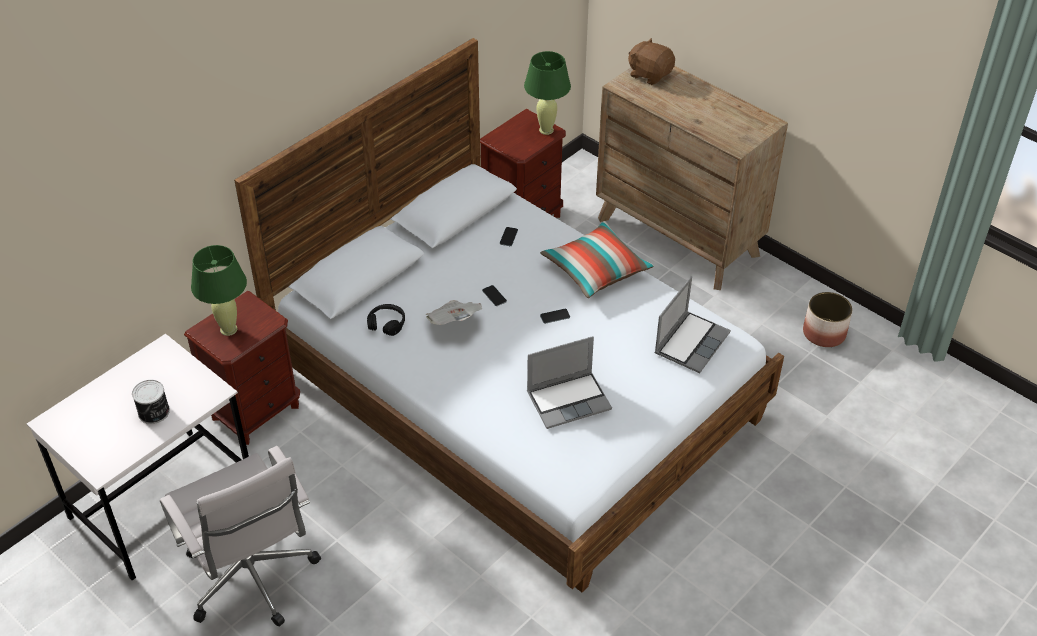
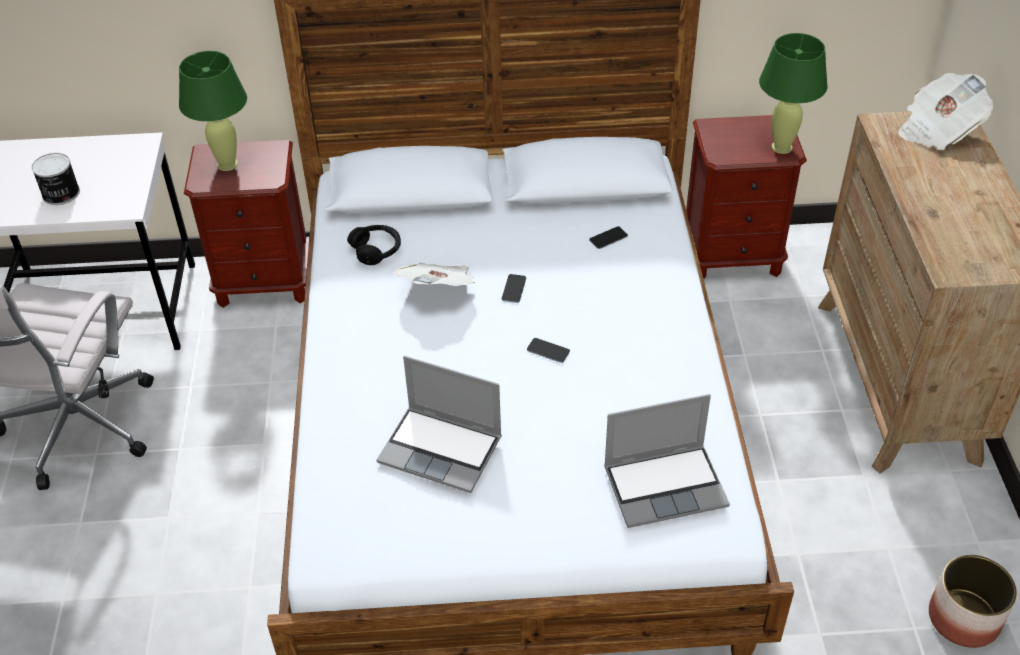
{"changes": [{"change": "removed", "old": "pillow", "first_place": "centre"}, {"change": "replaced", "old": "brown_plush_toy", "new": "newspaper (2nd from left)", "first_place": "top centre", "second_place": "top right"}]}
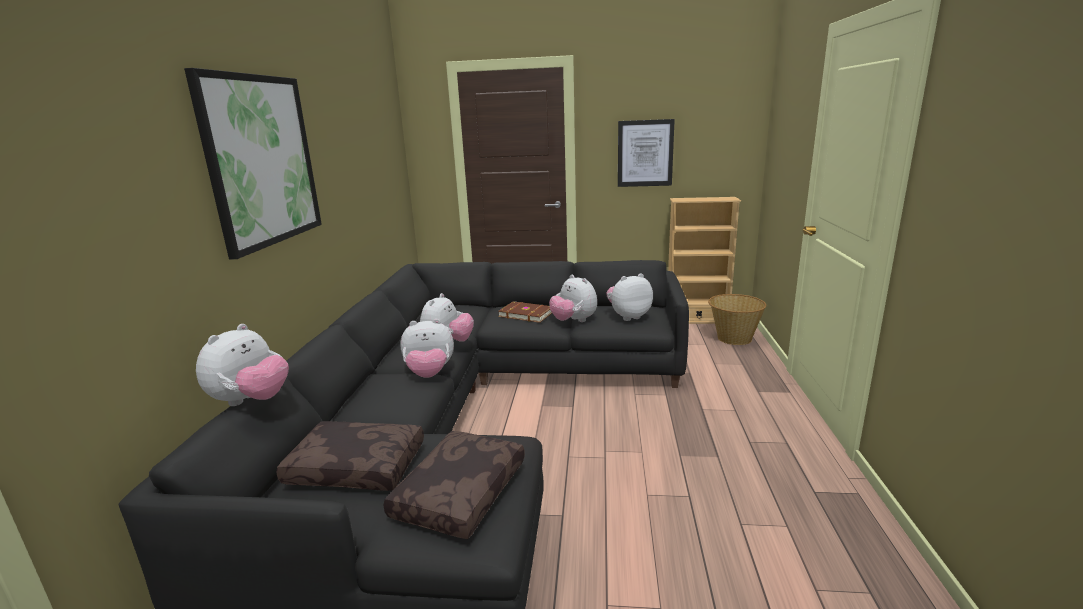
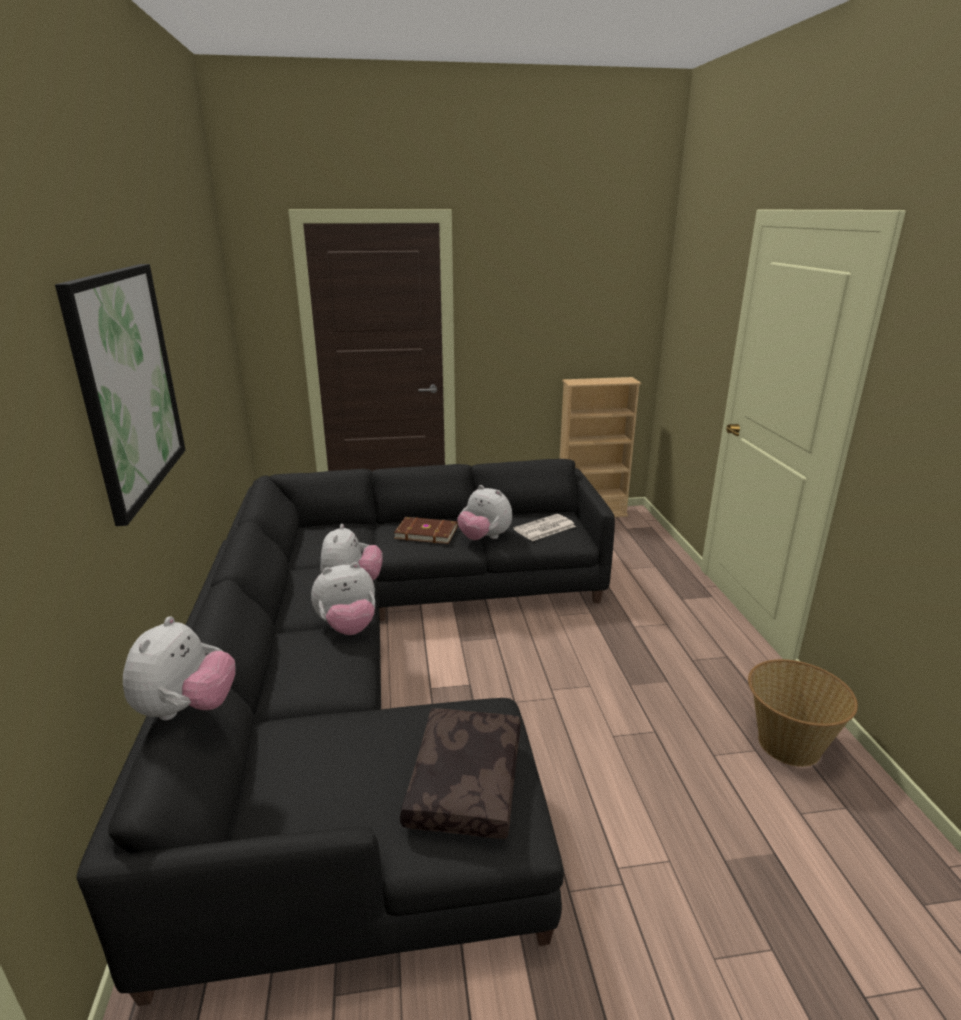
{"changes": [{"change": "removed", "old": "brown_pillow (1st from left)", "first_place": "bottom left"}, {"change": "replaced", "old": "plush_toy (5th from left)", "new": "newspaper", "first_place": "centre", "second_place": "centre"}, {"change": "removed", "old": "picture (2nd from left)", "first_place": "top centre"}, {"change": "moved", "old": "basket", "first_place": "middle right", "second_place": "bottom right"}]}
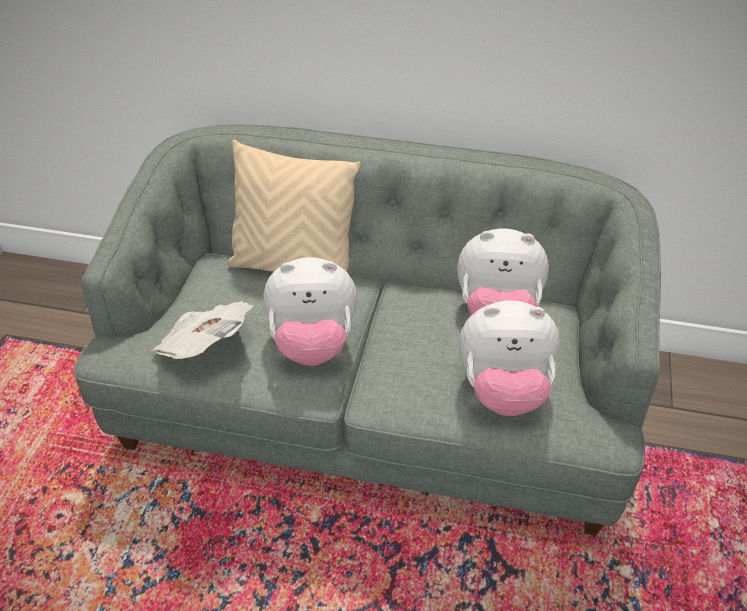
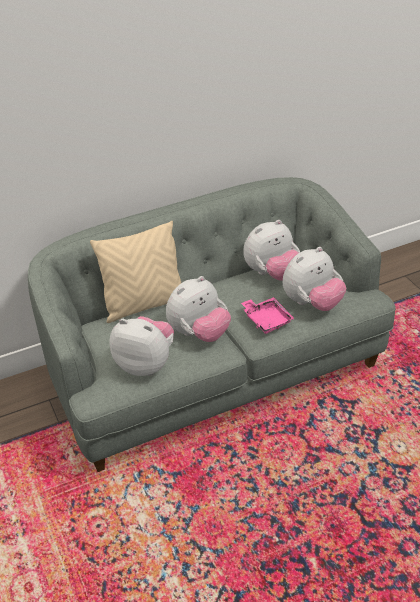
{"changes": [{"change": "replaced", "old": "newspaper", "new": "plush_toy (1st from left)", "first_place": "middle left", "second_place": "centre"}, {"change": "added", "new": "pink_tray", "second_place": "centre"}]}
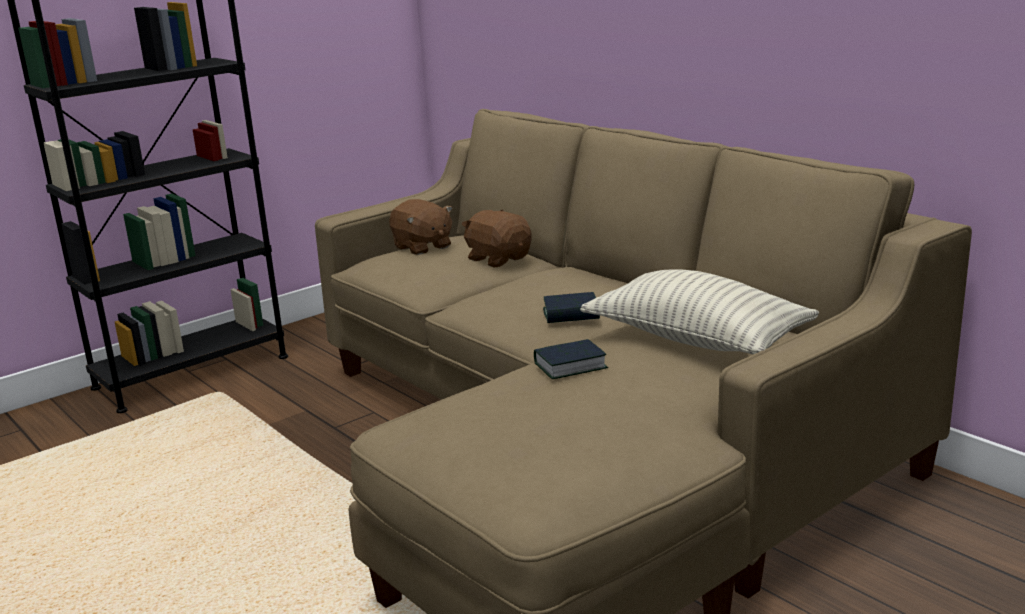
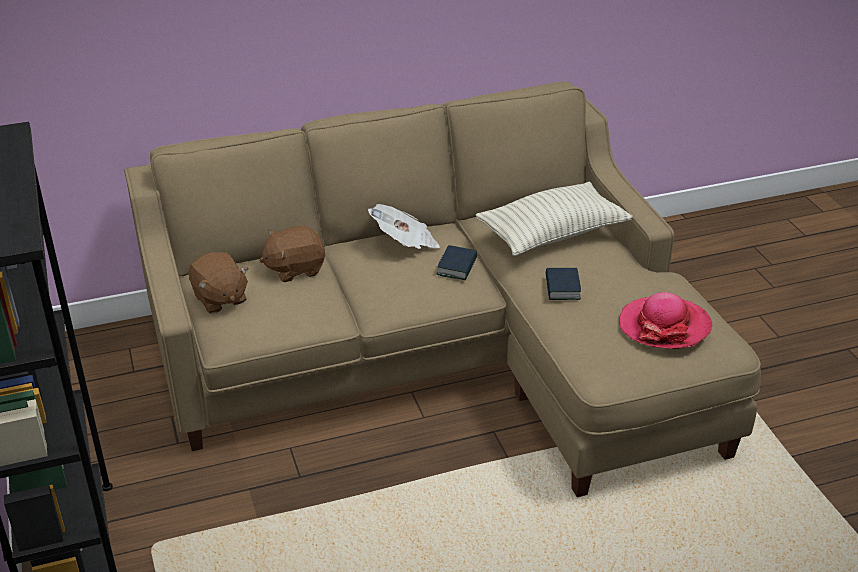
{"changes": [{"change": "turned", "old": "brown_plush_toy (1st from left)", "first_place": "centre", "second_place": "middle left", "degrees": 75}, {"change": "added", "new": "newspaper", "second_place": "centre"}, {"change": "added", "new": "hat", "second_place": "middle right"}]}
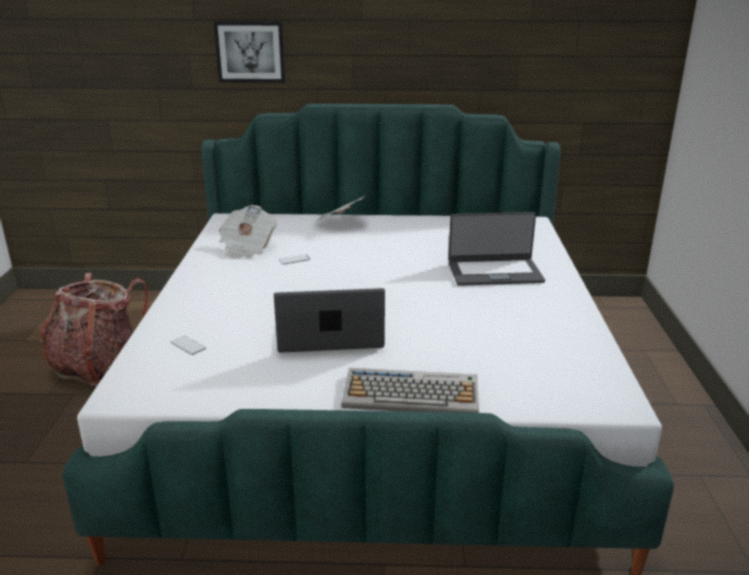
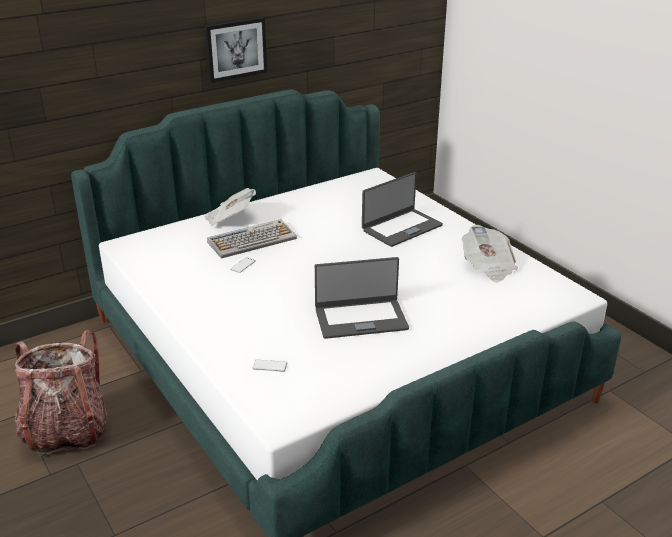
{"changes": [{"change": "moved", "old": "picture", "first_place": "top left", "second_place": "top centre"}, {"change": "moved", "old": "newspaper (1st from left in the first image)", "new": "newspaper (2nd from left)", "first_place": "middle left", "second_place": "middle right"}, {"change": "turned", "old": "laptop (1st from left)", "first_place": "centre", "second_place": "centre", "degrees": -150}, {"change": "moved", "old": "keyboard", "first_place": "bottom centre", "second_place": "centre"}]}
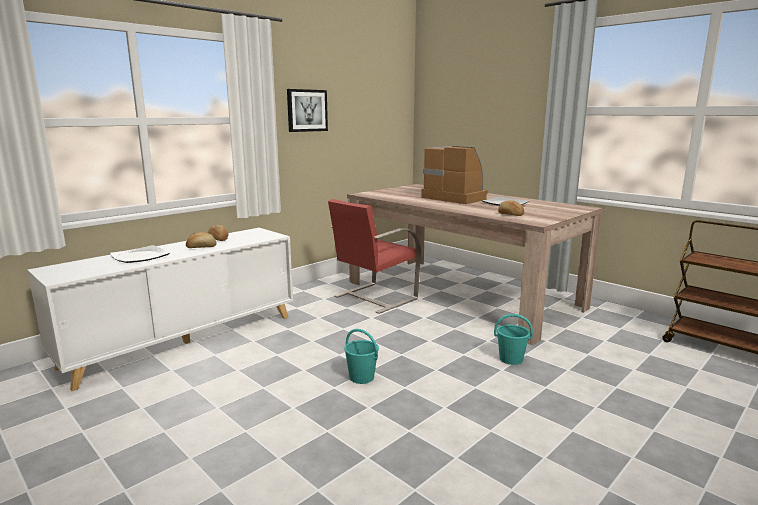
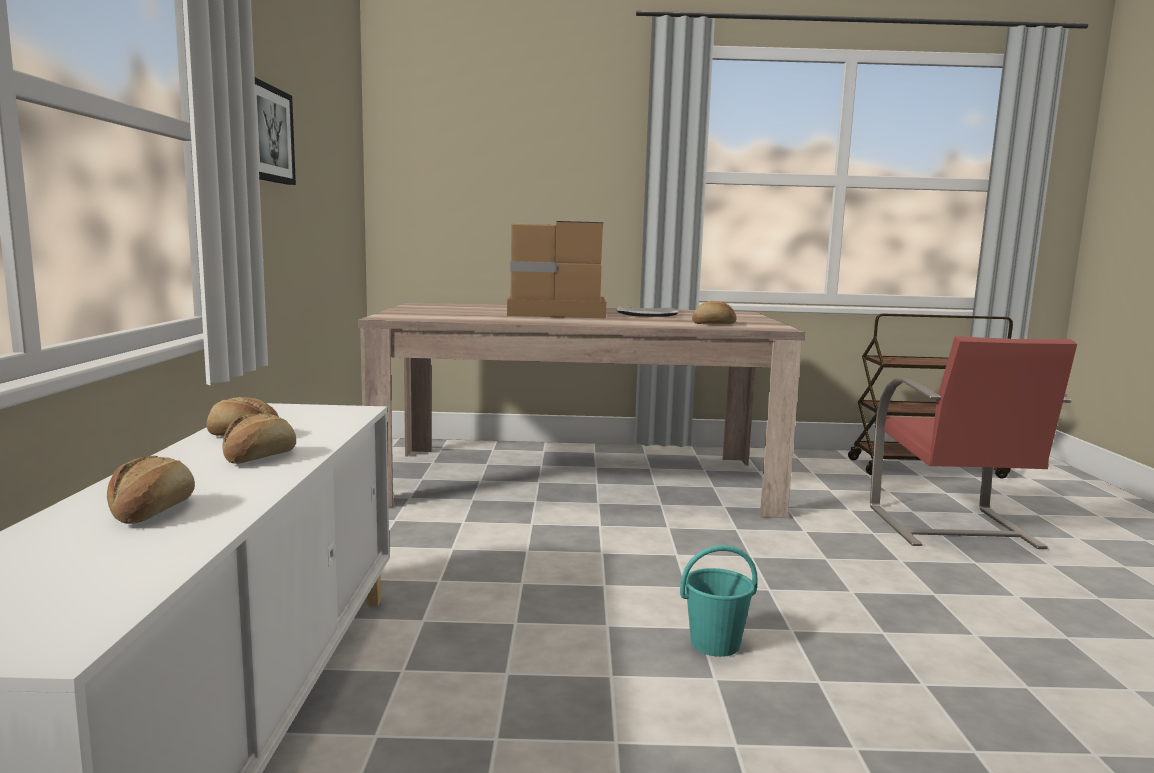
{"changes": [{"change": "replaced", "old": "plate (1st from left)", "new": "bread (1st from left)", "first_place": "middle left", "second_place": "middle left"}, {"change": "moved", "old": "red_chair", "first_place": "centre", "second_place": "middle right"}, {"change": "removed", "old": "turquoise_bucket (2nd from left)", "first_place": "bottom right"}]}
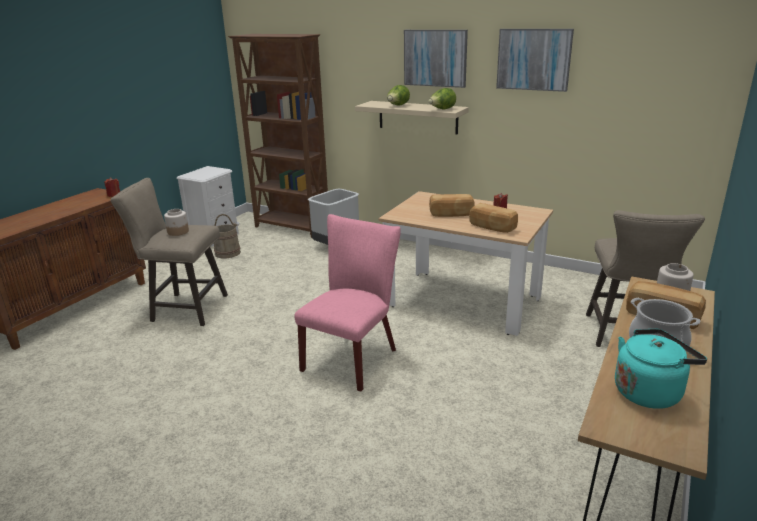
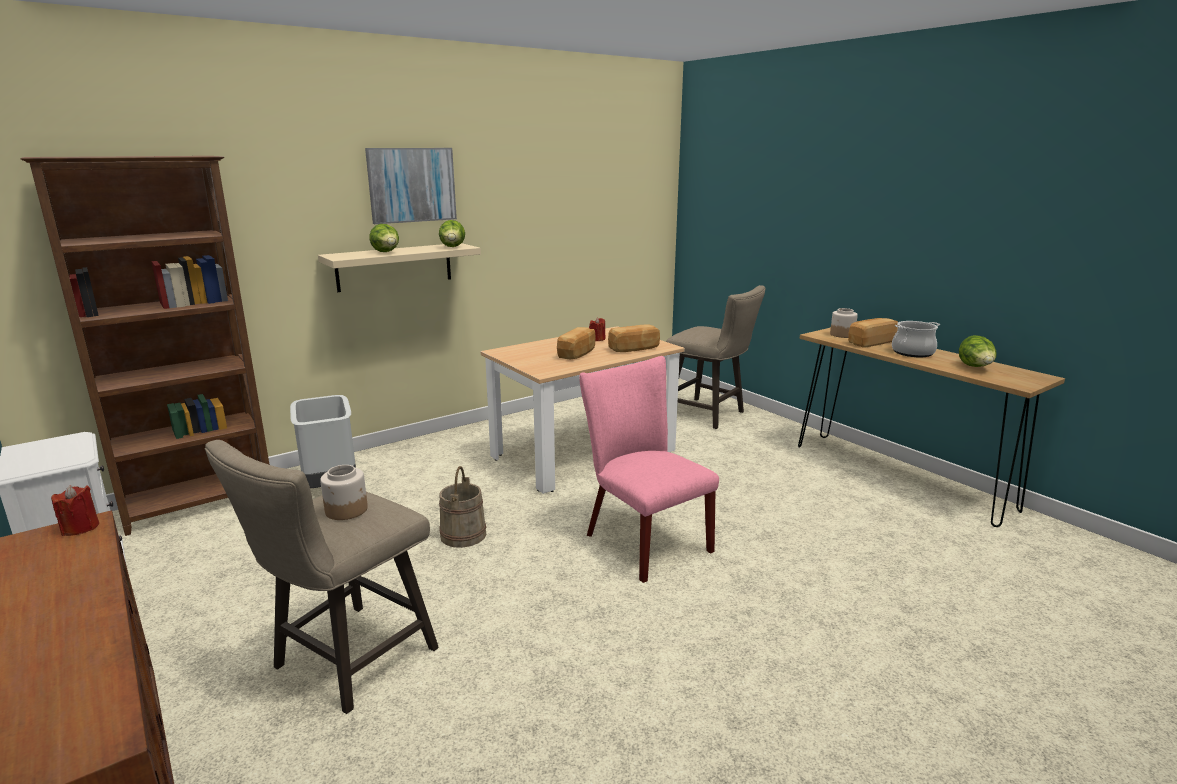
{"changes": [{"change": "moved", "old": "beige_bucket", "first_place": "middle left", "second_place": "centre"}, {"change": "removed", "old": "picture (2nd from left)", "first_place": "top right"}, {"change": "replaced", "old": "turquoise_kettle", "new": "lettuce (3rd from left)", "first_place": "bottom right", "second_place": "middle right"}]}
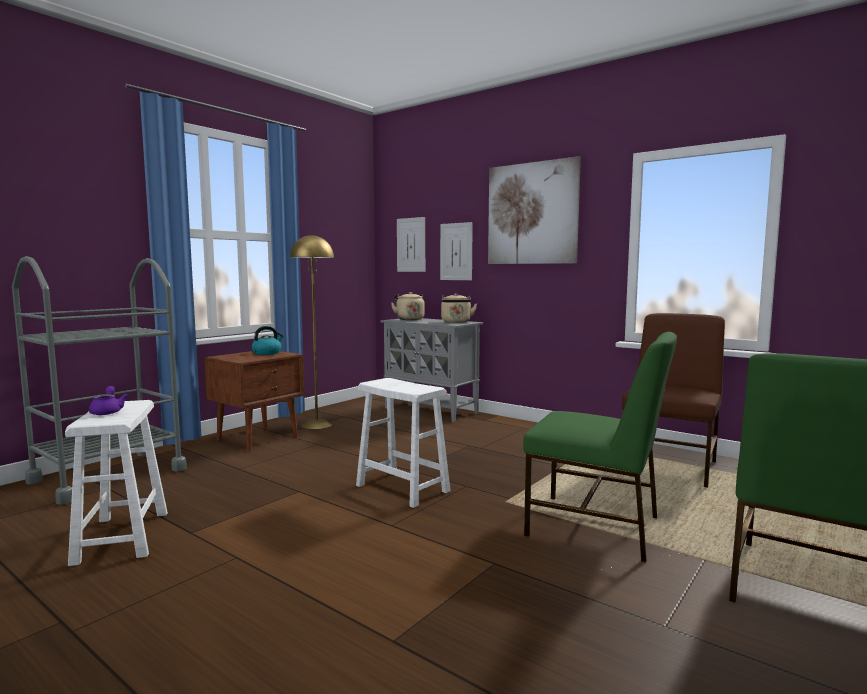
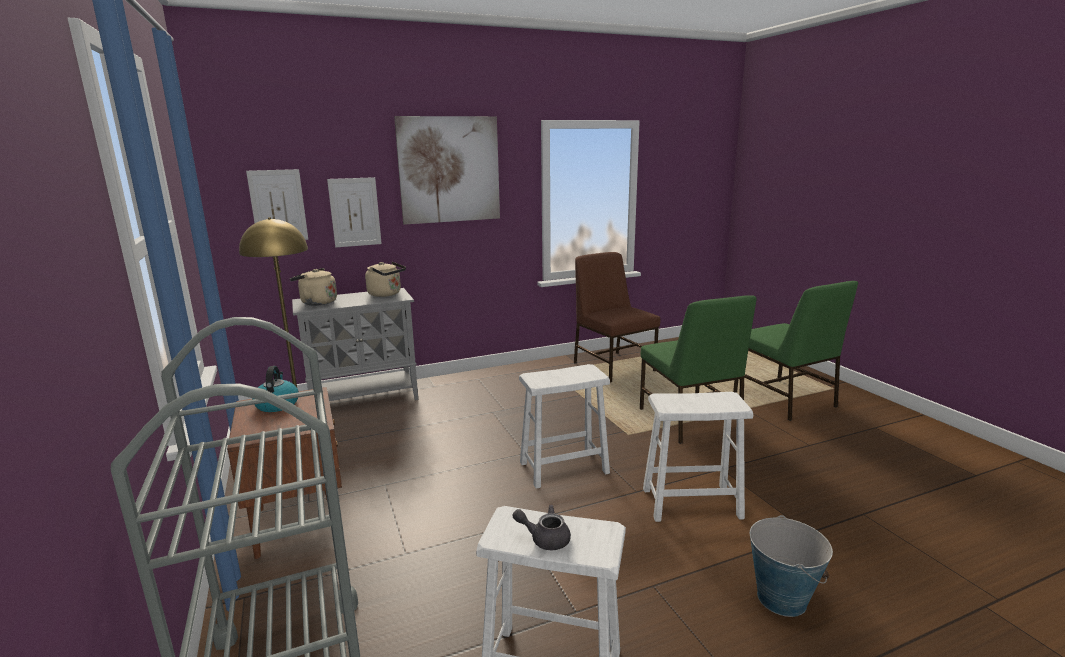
{"changes": [{"change": "recoloured", "old": "purple_teapot", "new": "grey_teapot", "first_place": "middle left", "second_place": "bottom centre"}, {"change": "turned", "old": "green_chair (1st from left)", "first_place": "middle right", "second_place": "centre", "degrees": 105}, {"change": "added", "new": "white_stool (3rd from left)", "second_place": "bottom centre"}, {"change": "added", "new": "bucket", "second_place": "bottom right"}]}
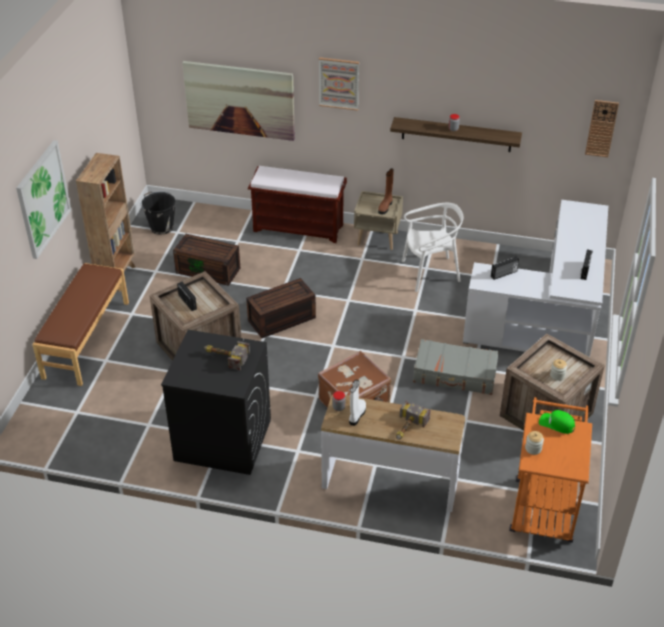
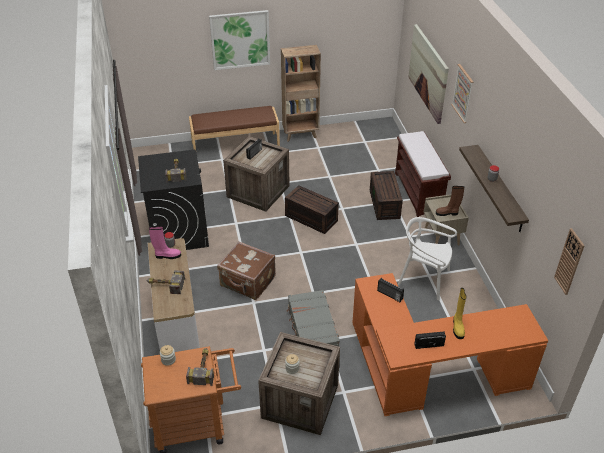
{"changes": [{"change": "removed", "old": "black_bucket", "first_place": "middle left"}, {"change": "moved", "old": "brown_storage_box (1st from left in the first image)", "new": "brown_storage_box (2nd from left)", "first_place": "middle left", "second_place": "centre"}, {"change": "recoloured", "old": "white_boot", "new": "pink_boot", "first_place": "centre", "second_place": "middle left"}, {"change": "turned", "old": "white_chair", "first_place": "centre", "second_place": "middle right", "degrees": 150}, {"change": "recoloured", "old": "white_desk", "new": "orange_desk", "first_place": "middle right", "second_place": "bottom right"}, {"change": "replaced", "old": "green_cap", "new": "hammer (3rd from left)", "first_place": "bottom right", "second_place": "bottom left"}, {"change": "added", "new": "yellow_boot", "second_place": "bottom right"}]}
